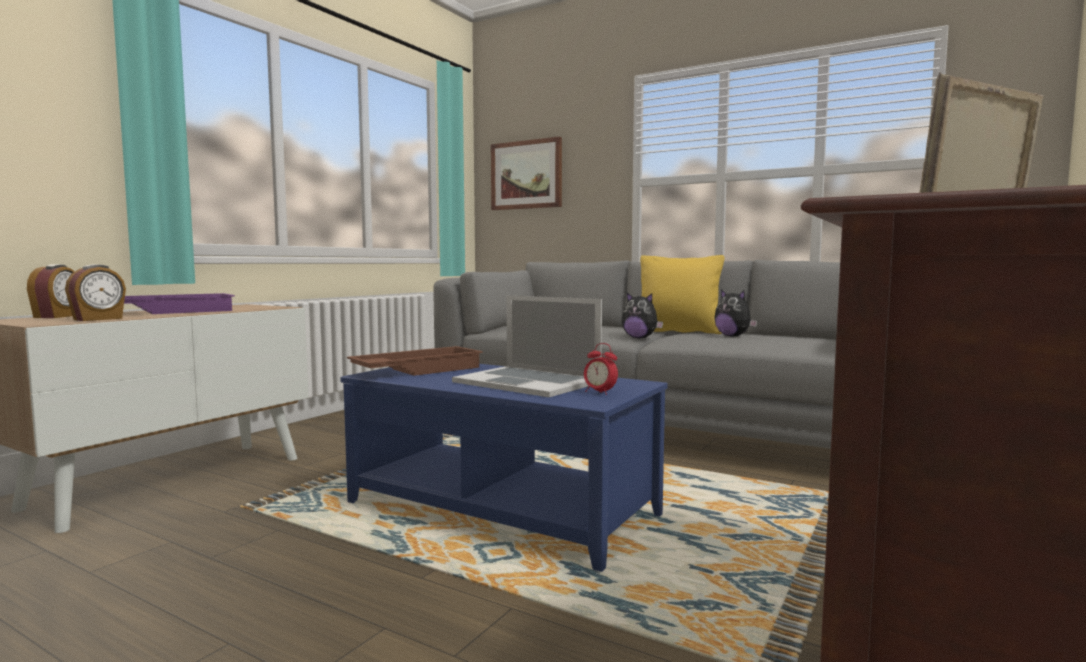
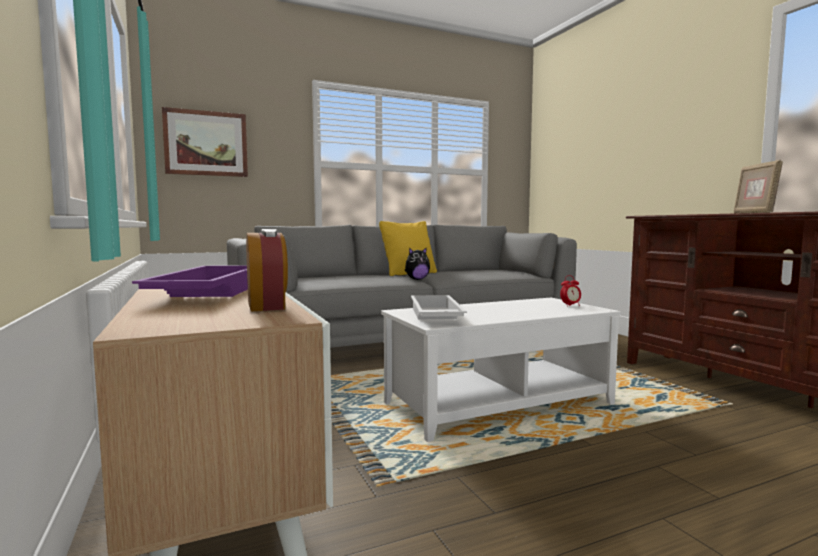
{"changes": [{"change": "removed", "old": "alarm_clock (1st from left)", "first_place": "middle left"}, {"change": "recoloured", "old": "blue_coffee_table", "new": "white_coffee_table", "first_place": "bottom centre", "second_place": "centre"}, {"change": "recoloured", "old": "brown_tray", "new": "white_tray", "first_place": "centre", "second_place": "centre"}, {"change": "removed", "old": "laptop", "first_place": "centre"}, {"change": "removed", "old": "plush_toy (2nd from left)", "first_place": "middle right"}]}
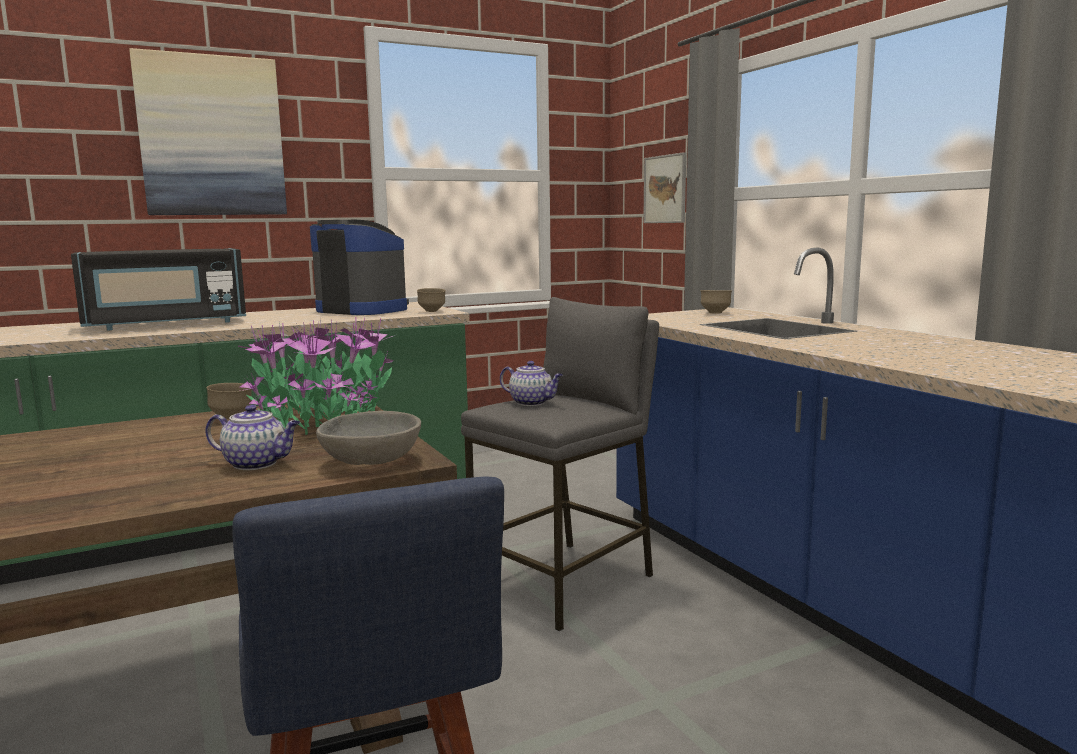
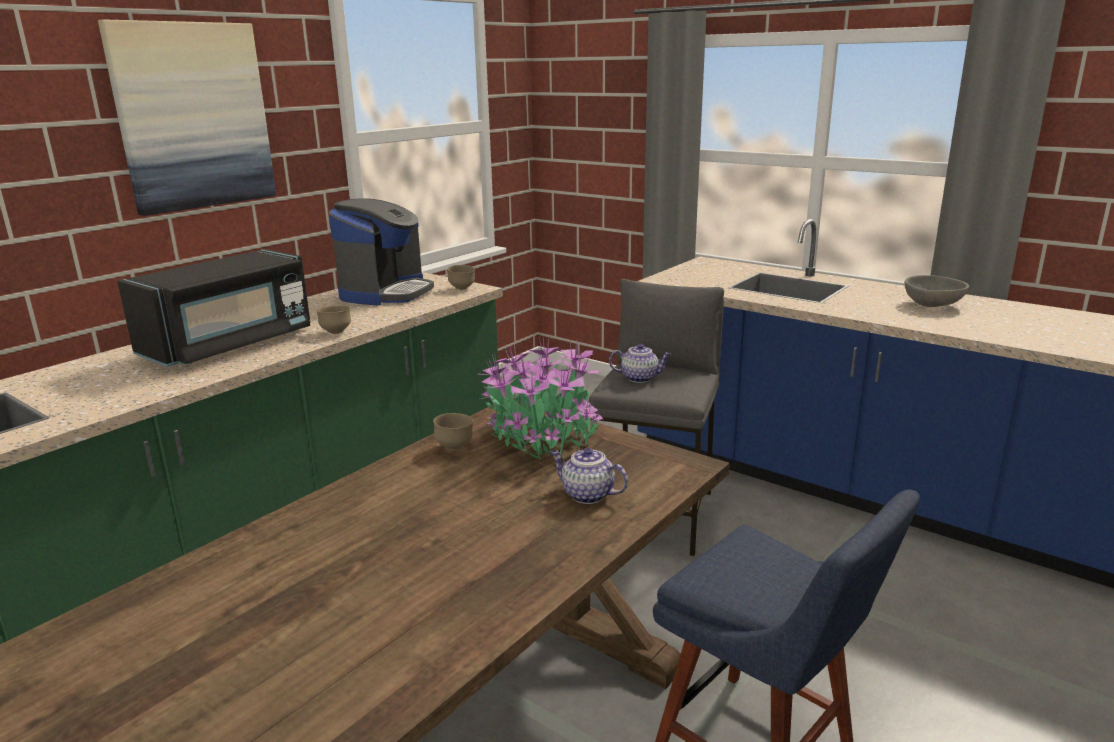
{"changes": [{"change": "turned", "old": "teapot (1st from left)", "first_place": "middle left", "second_place": "centre", "degrees": -135}, {"change": "turned", "old": "coffee_machine", "first_place": "centre", "second_place": "centre", "degrees": 105}, {"change": "moved", "old": "grey_bowl", "first_place": "centre", "second_place": "middle right"}, {"change": "removed", "old": "picture (2nd from left)", "first_place": "top centre"}, {"change": "moved", "old": "brown_bowl (3rd from left in the first image)", "new": "brown_bowl (1st from left)", "first_place": "centre", "second_place": "middle left"}]}
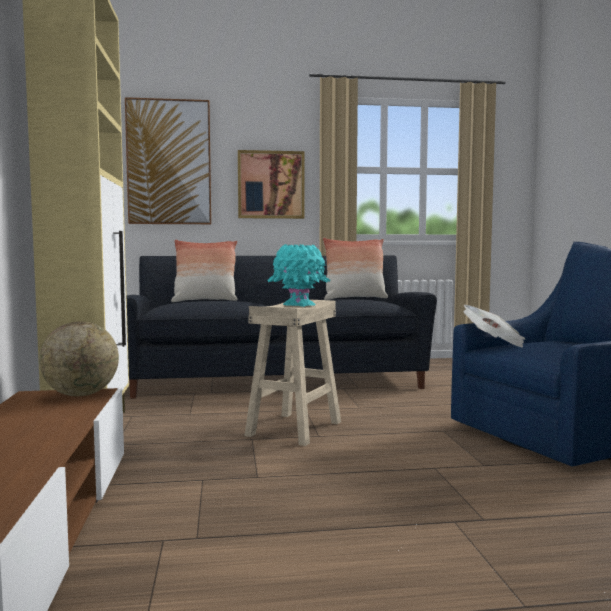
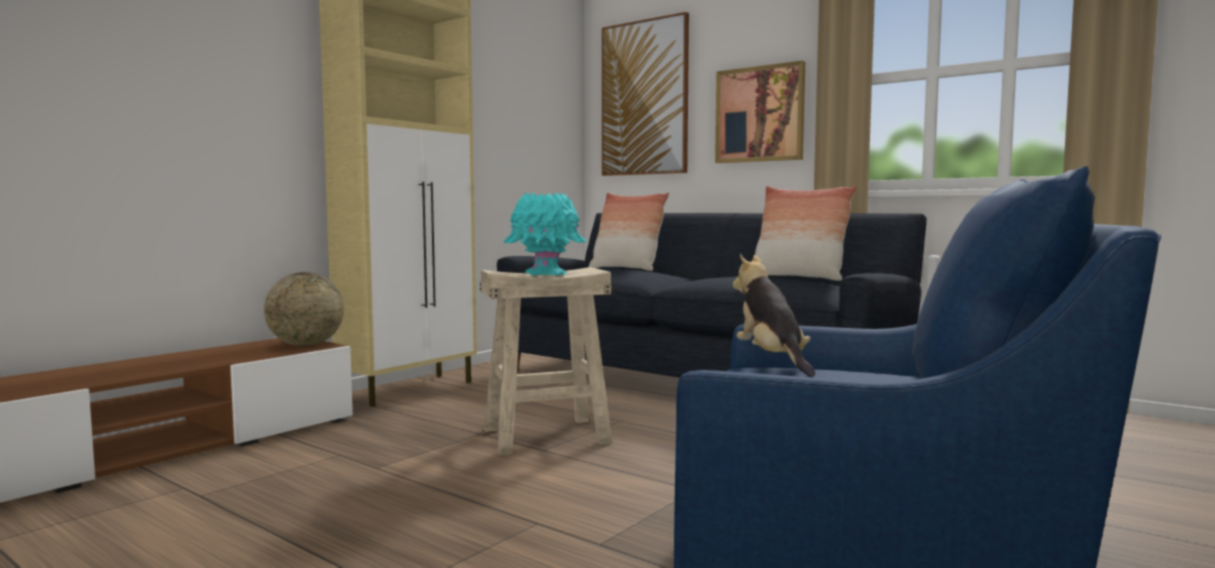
{"changes": [{"change": "replaced", "old": "newspaper", "new": "plush_toy", "first_place": "middle right", "second_place": "centre"}]}
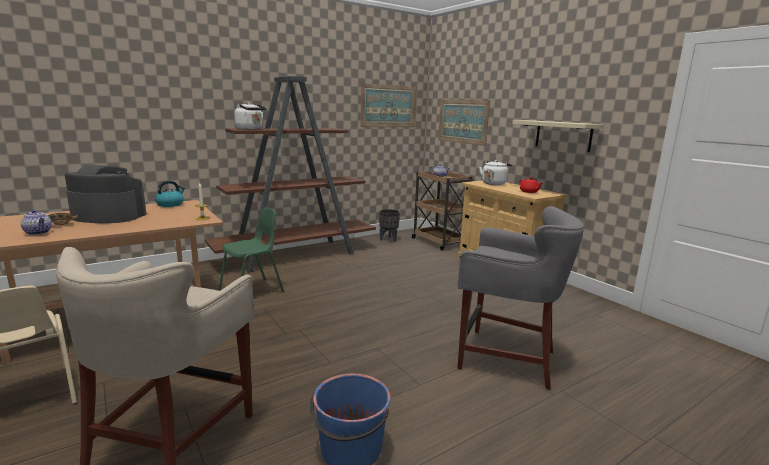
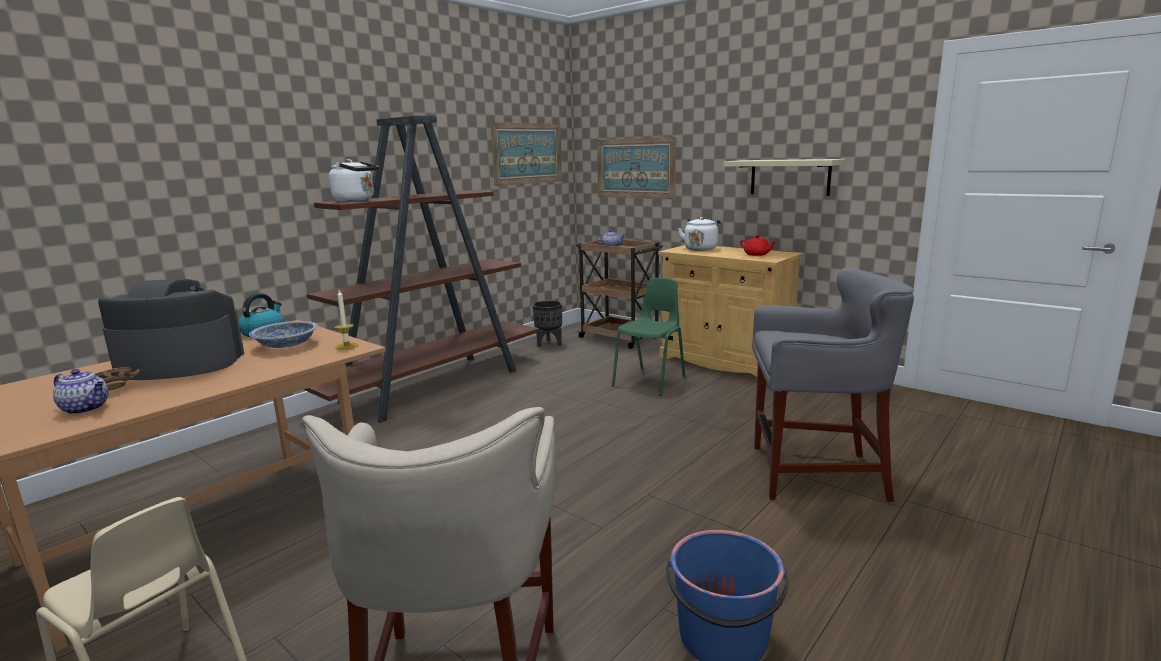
{"changes": [{"change": "moved", "old": "green_chair", "first_place": "middle left", "second_place": "centre"}, {"change": "added", "new": "bowl (2nd from left)", "second_place": "middle left"}]}
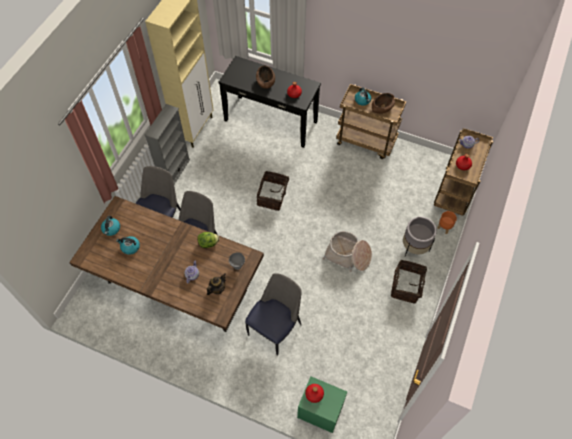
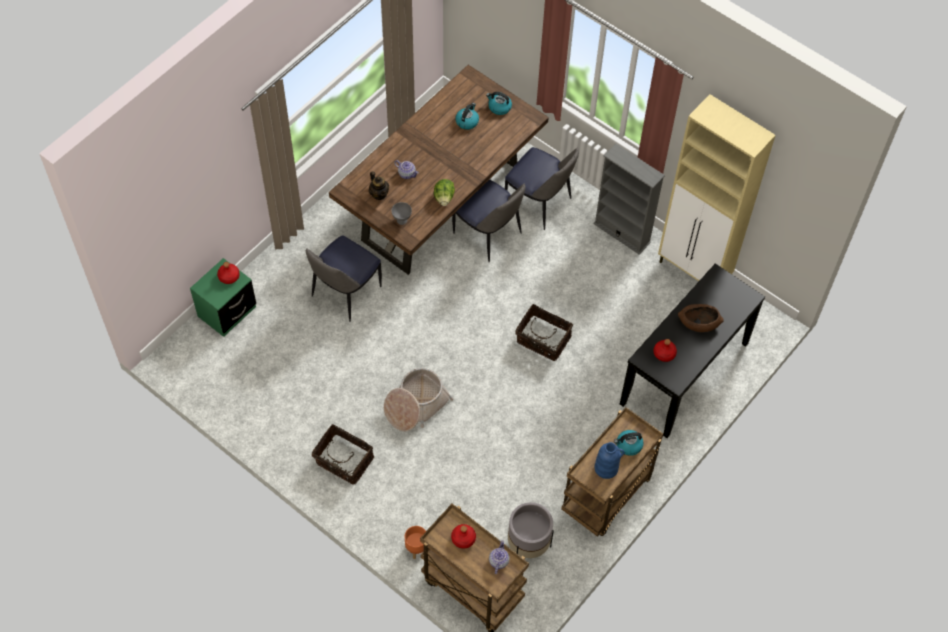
{"changes": [{"change": "turned", "old": "chair (3rd from left in the first image)", "first_place": "bottom centre", "second_place": "centre", "degrees": 75}, {"change": "replaced", "old": "brown_bowl (2nd from left)", "new": "blue_vase", "first_place": "top right", "second_place": "bottom centre"}, {"change": "moved", "old": "grey_planter", "first_place": "middle right", "second_place": "bottom centre"}]}
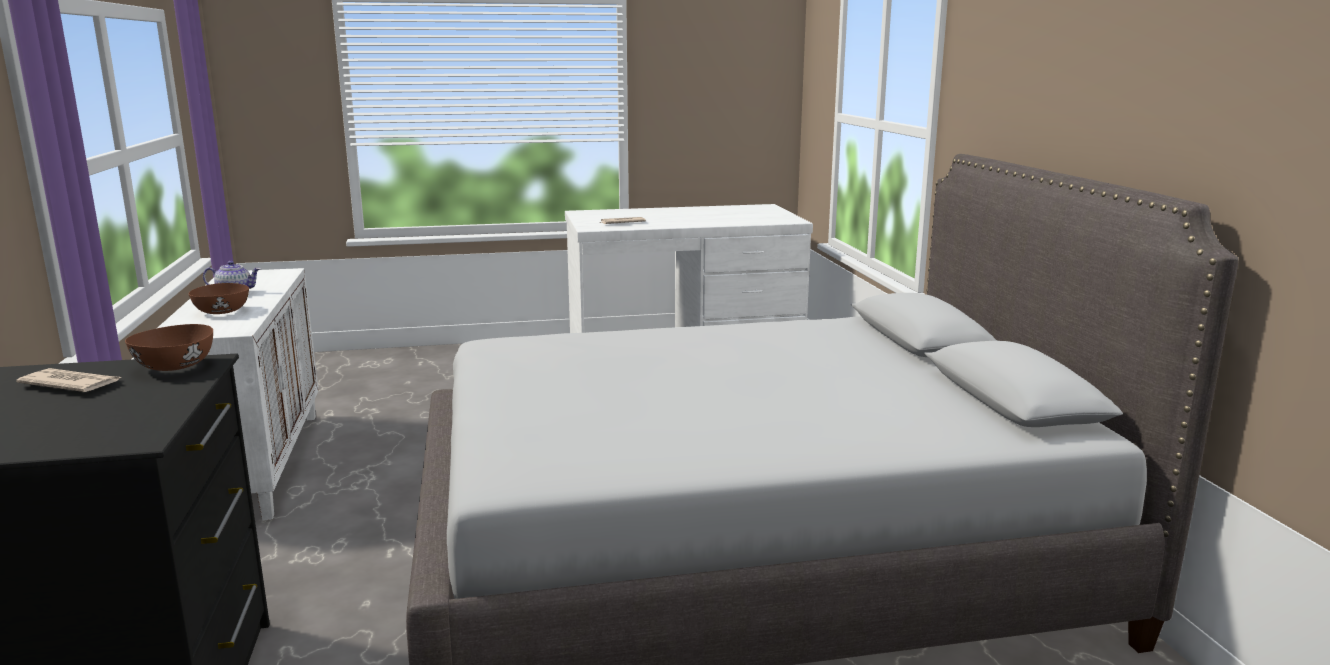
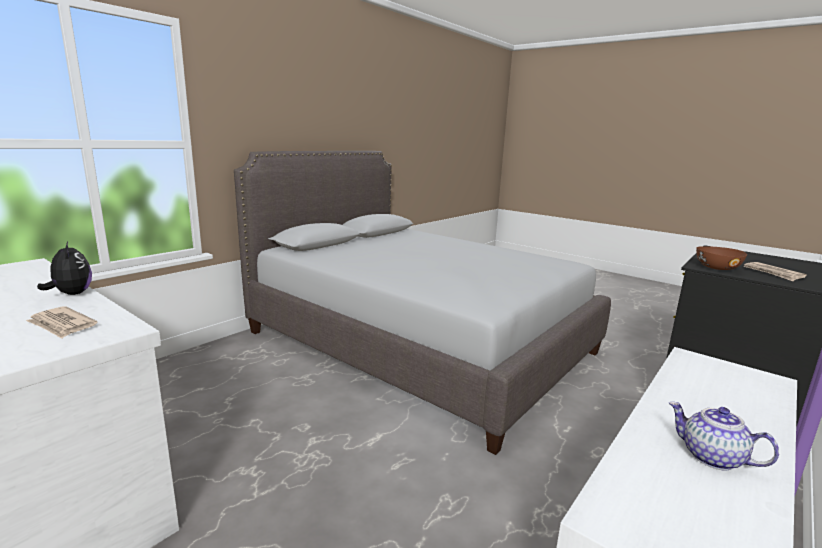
{"changes": [{"change": "removed", "old": "brown_bowl (2nd from left)", "first_place": "middle left"}, {"change": "added", "new": "plush_toy", "second_place": "middle left"}]}
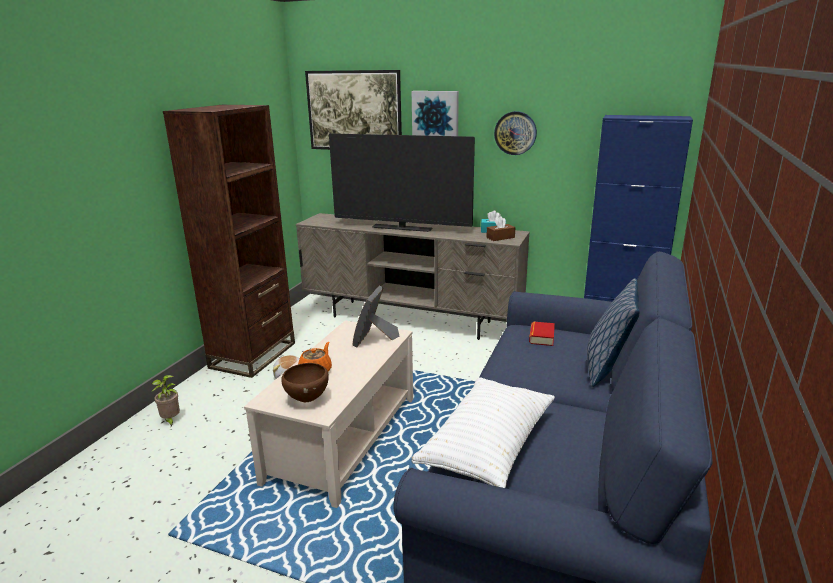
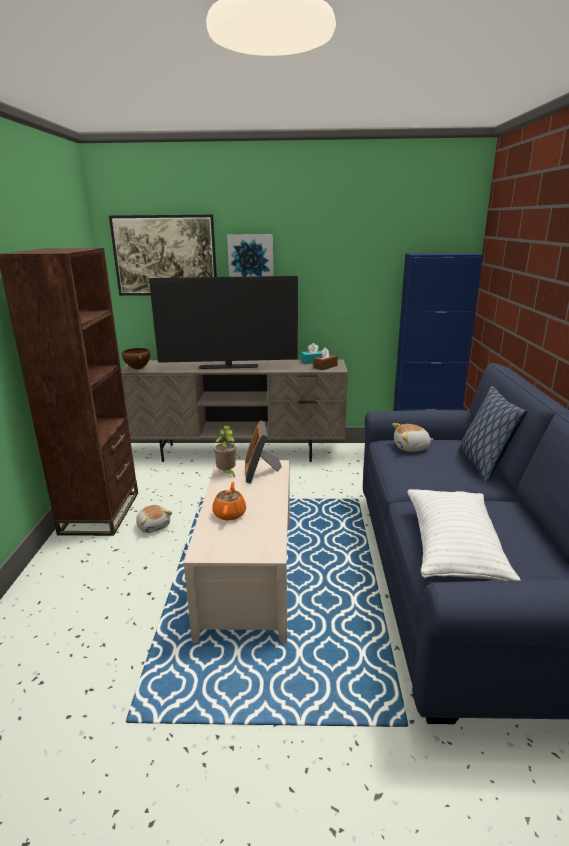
{"changes": [{"change": "moved", "old": "potted_plant", "first_place": "bottom left", "second_place": "centre"}, {"change": "moved", "old": "brown_bowl", "first_place": "centre", "second_place": "middle left"}, {"change": "removed", "old": "wall_clock", "first_place": "top centre"}, {"change": "replaced", "old": "book", "new": "plush_toy (2nd from left)", "first_place": "centre", "second_place": "middle right"}]}
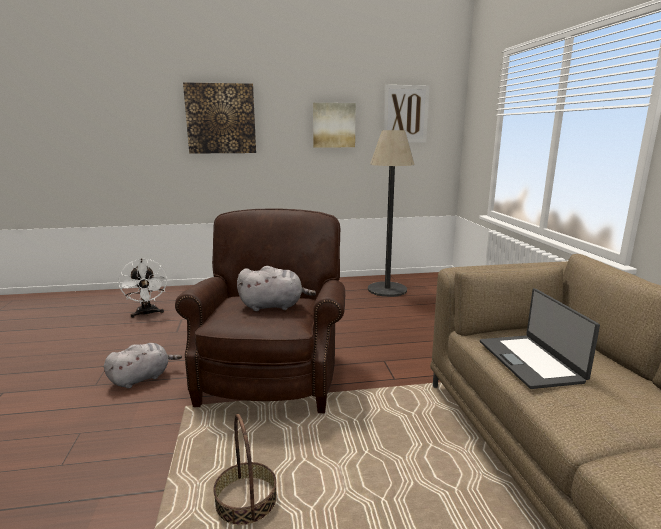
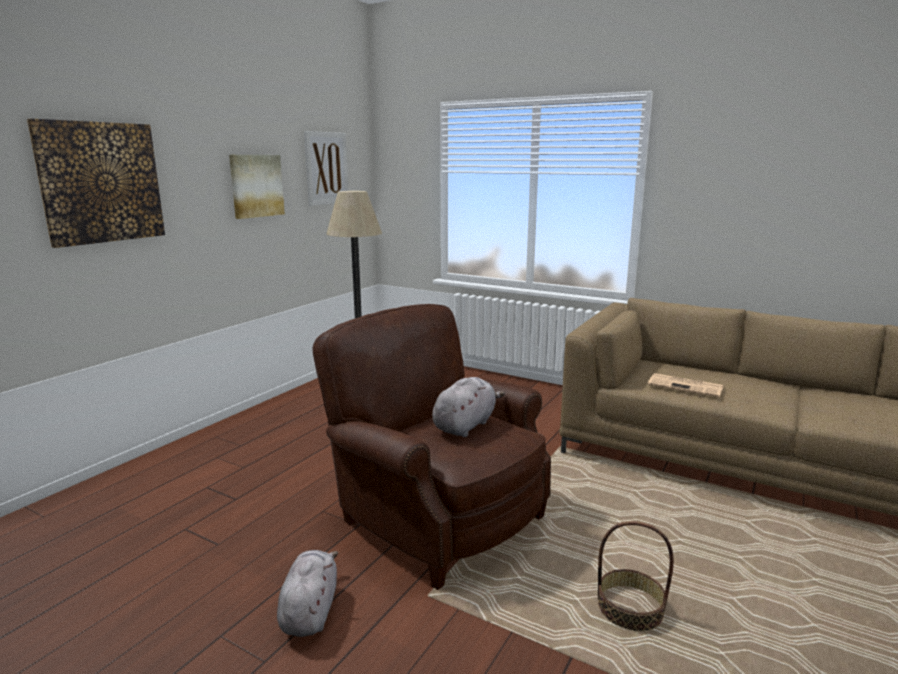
{"changes": [{"change": "removed", "old": "white_fan", "first_place": "middle left"}, {"change": "replaced", "old": "laptop", "new": "newspaper", "first_place": "middle right", "second_place": "middle right"}]}
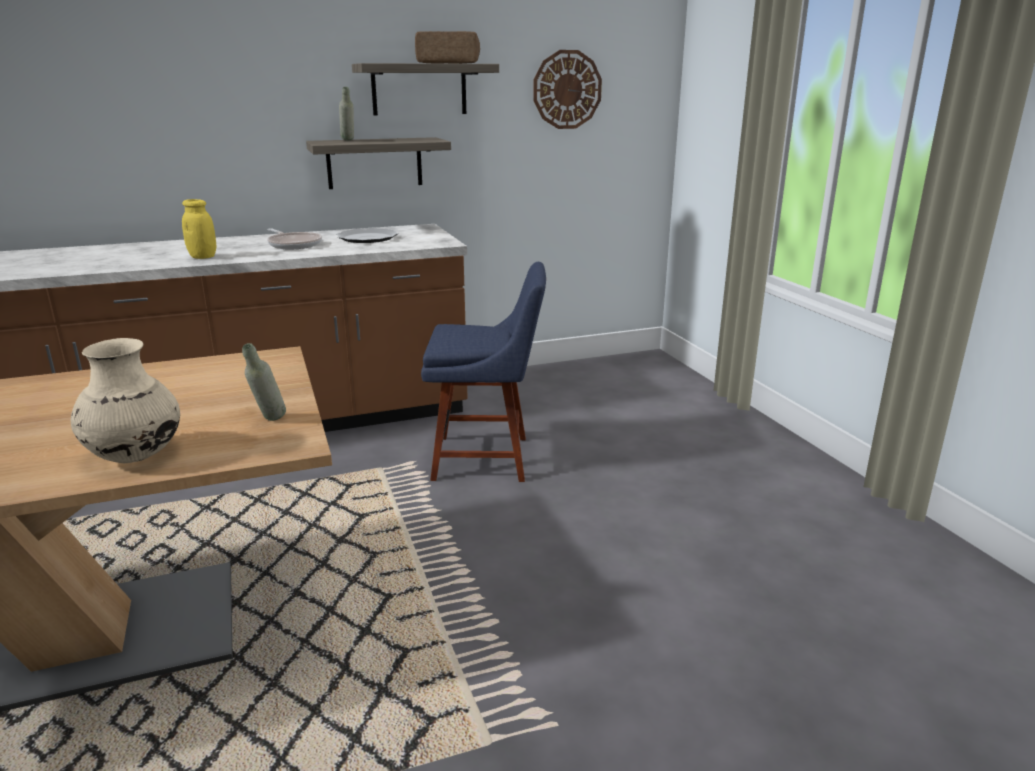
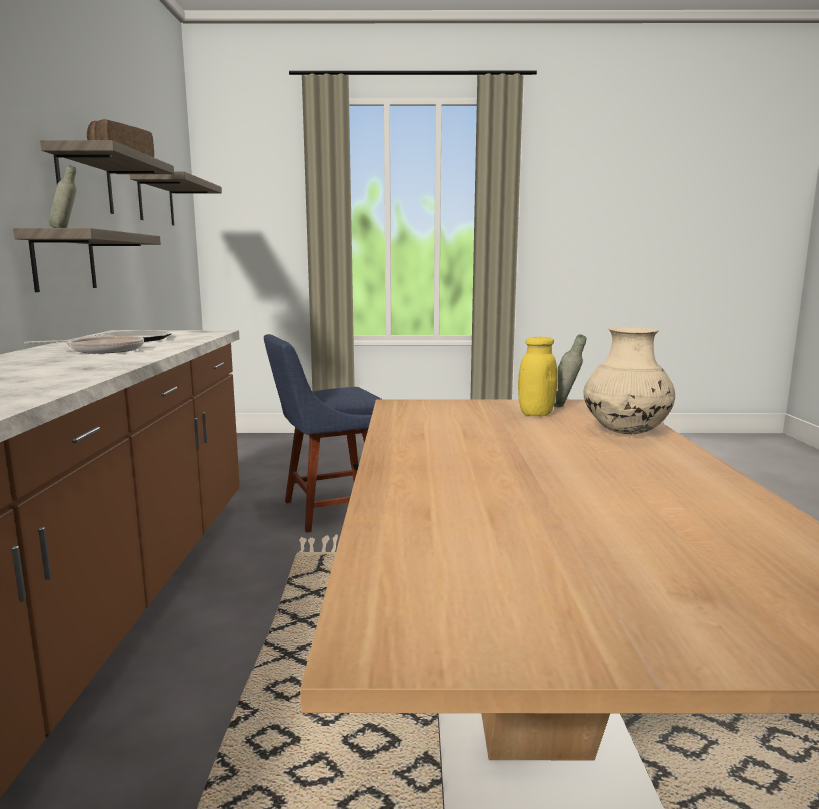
{"changes": [{"change": "moved", "old": "yellow_jar", "first_place": "top left", "second_place": "centre"}, {"change": "turned", "old": "blue_chair", "first_place": "centre", "second_place": "centre", "degrees": -135}, {"change": "replaced", "old": "wall_clock", "new": "shelf (3rd from left)", "first_place": "top centre", "second_place": "top left"}]}
